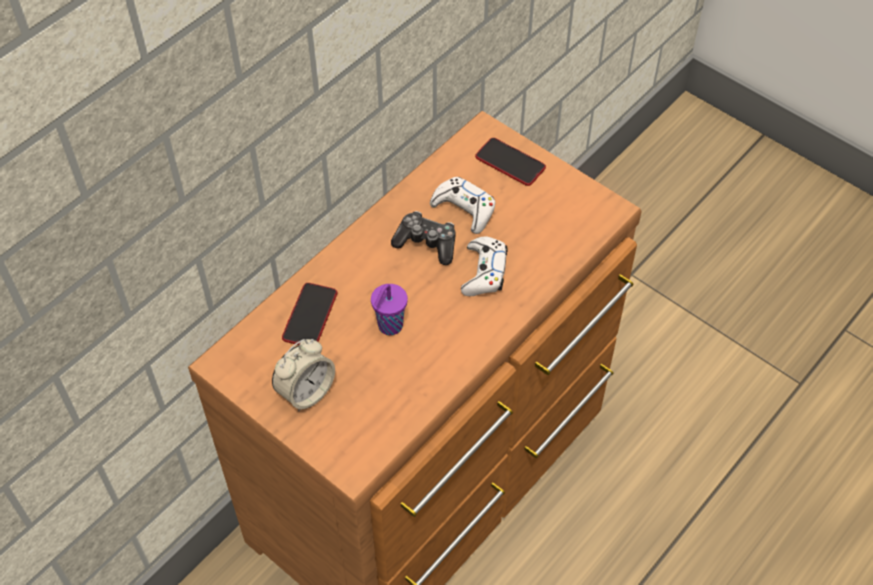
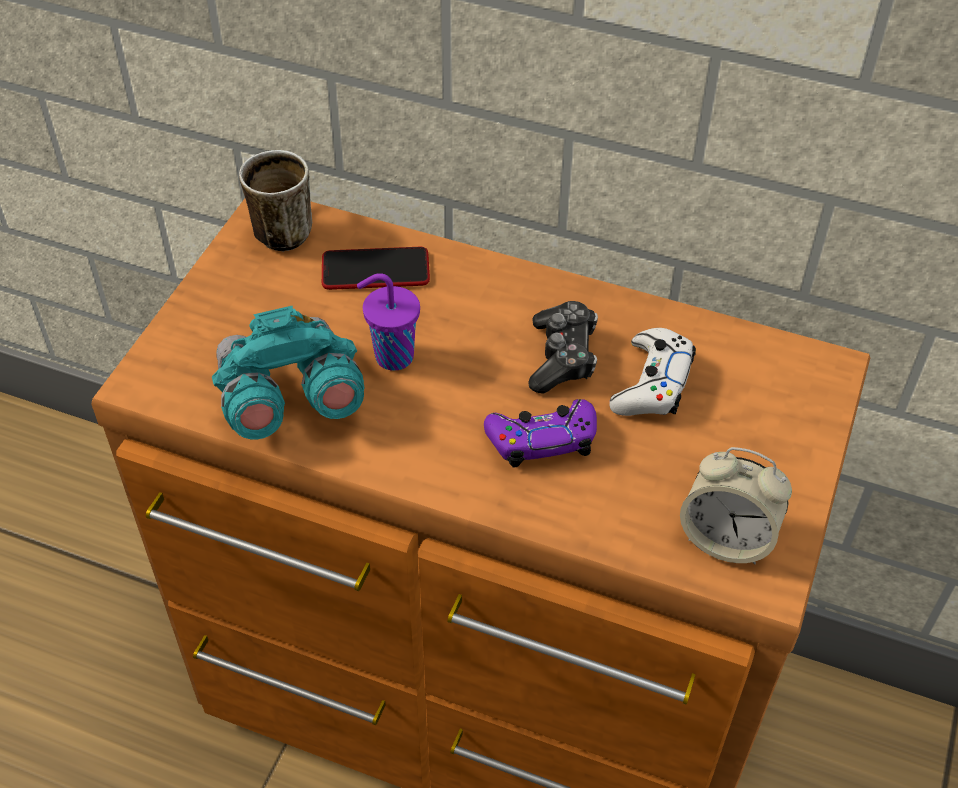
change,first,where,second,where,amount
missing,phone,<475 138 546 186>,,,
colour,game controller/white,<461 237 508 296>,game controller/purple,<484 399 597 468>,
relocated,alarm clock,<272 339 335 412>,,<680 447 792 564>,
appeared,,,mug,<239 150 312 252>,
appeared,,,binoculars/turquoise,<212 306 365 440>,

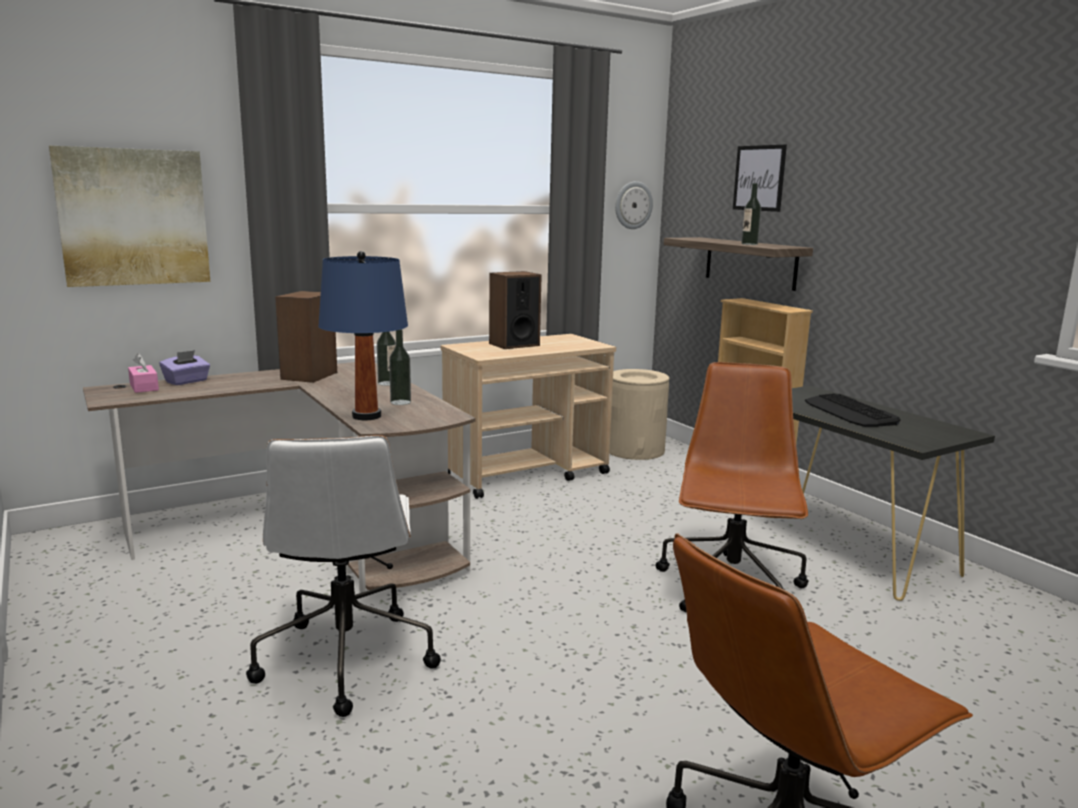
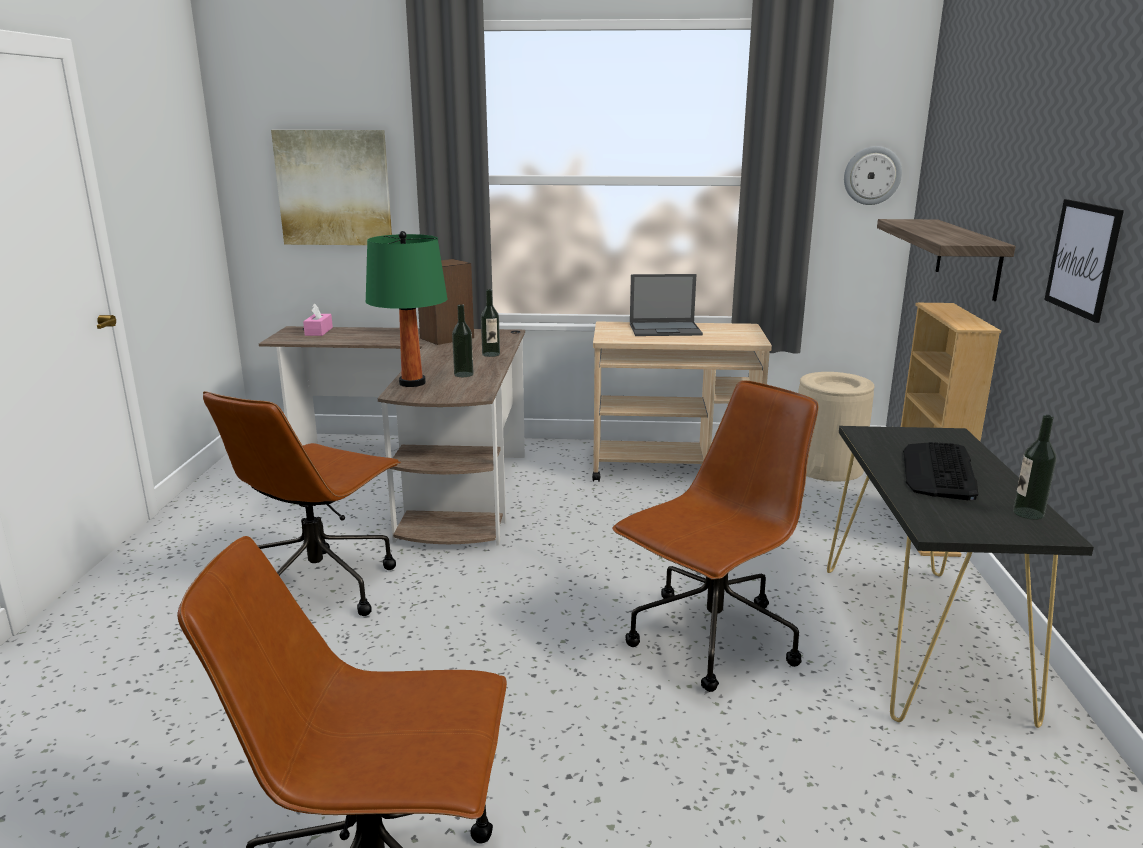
change,first,where,second,where,amount
relocated,picture,<733 145 787 212>,,<1044 199 1124 323>,
relocated,bottle,<741 183 761 245>,,<1013 415 1056 520>,
colour,table lamp/blue,<318 251 408 420>,table lamp/green,<366 231 447 387>,
exchanged,speaker,<489 271 542 349>,laptop,<630 274 703 336>,
missing,tissue box/purple,<160 350 210 385>,,,
colour,office chair/white,<246 435 441 717>,office chair/brown,<203 391 401 616>,

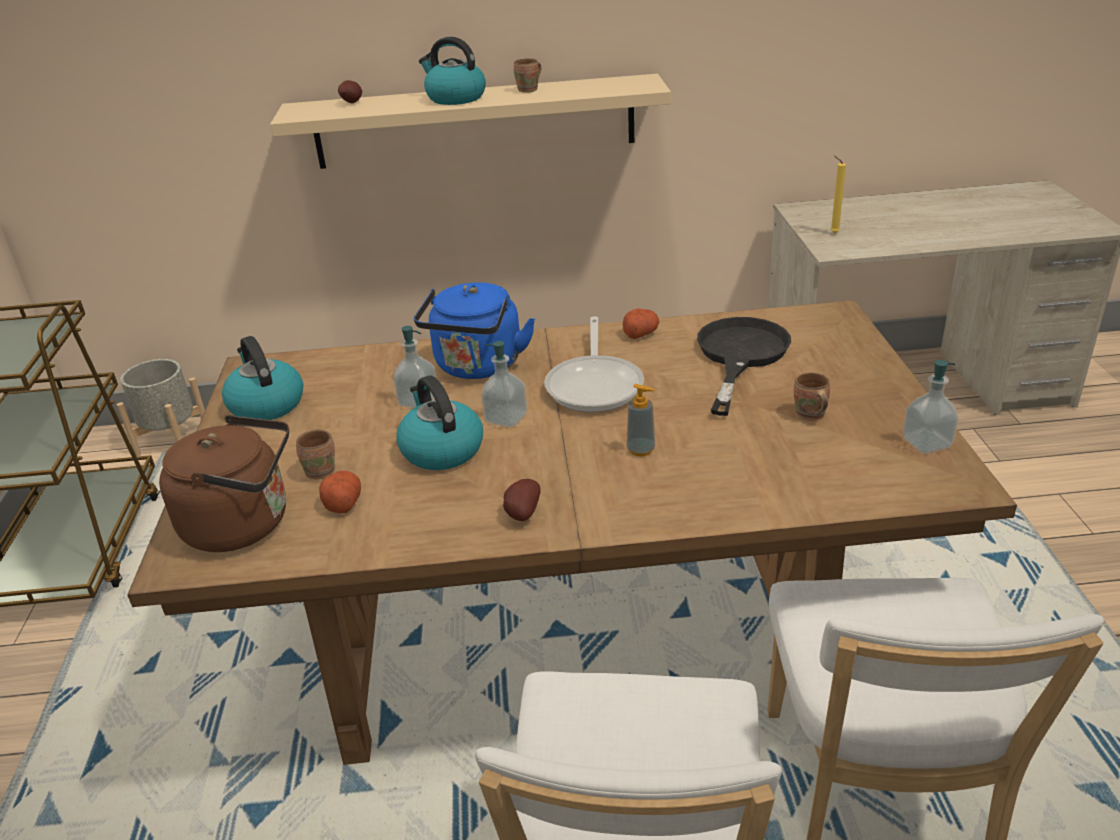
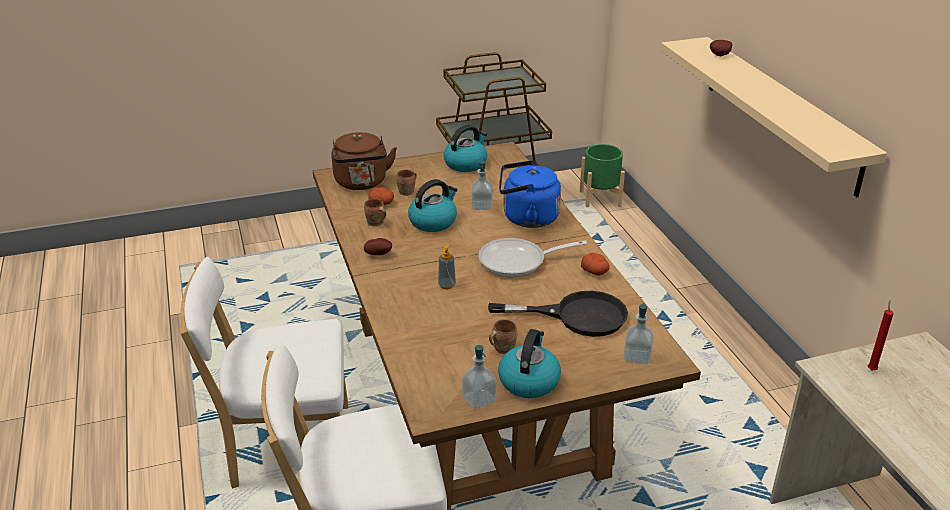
change,first,where,second,where,amount
relocated,kettle,<419 37 486 105>,,<498 329 561 398>,
relocated,mug/brown,<514 58 542 93>,,<364 199 386 226>,
colour,candle/yellow,<830 155 846 233>,candle/red,<868 300 894 370>,
relocated,soap dispenser,<481 341 527 427>,,<624 303 654 365>,
colour,planter/grey,<117 359 205 456>,planter/green,<580 144 625 207>,

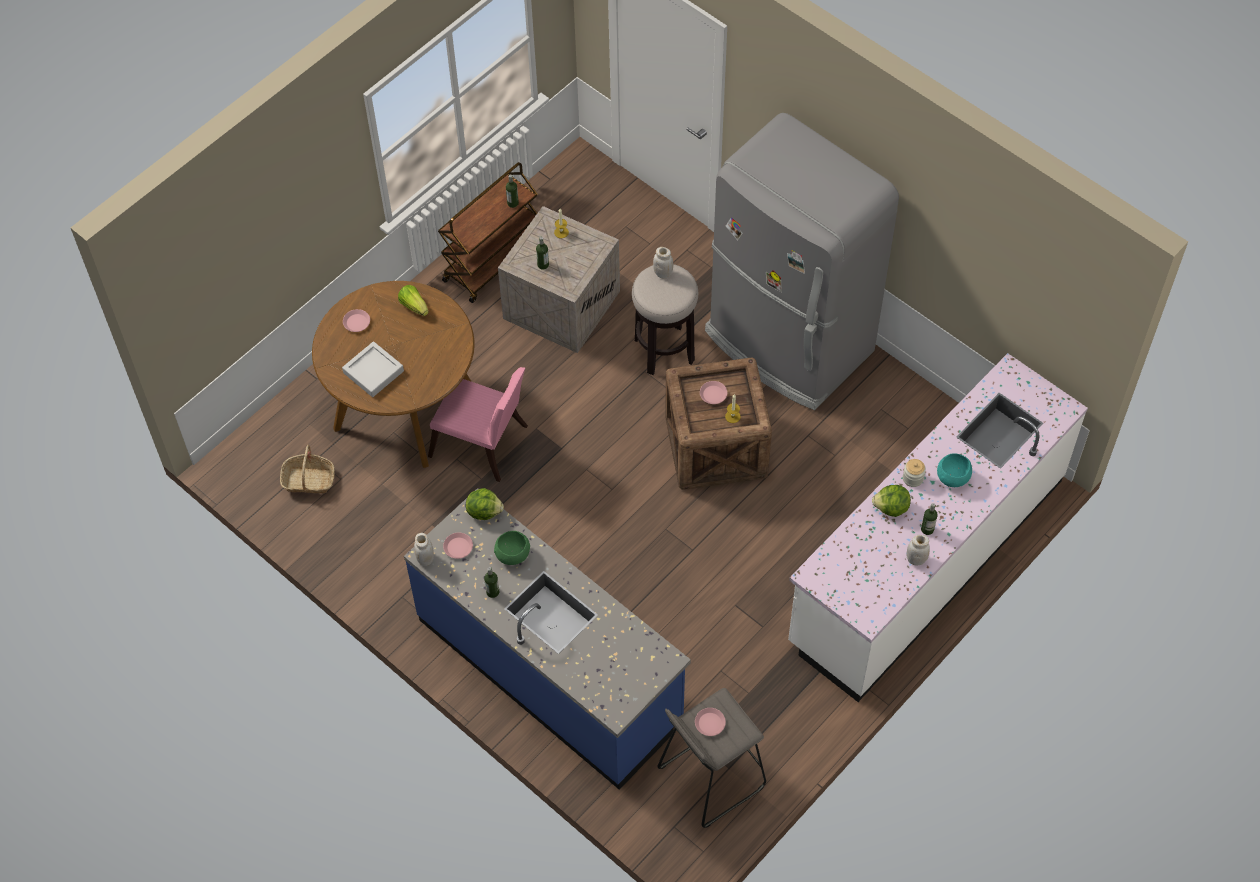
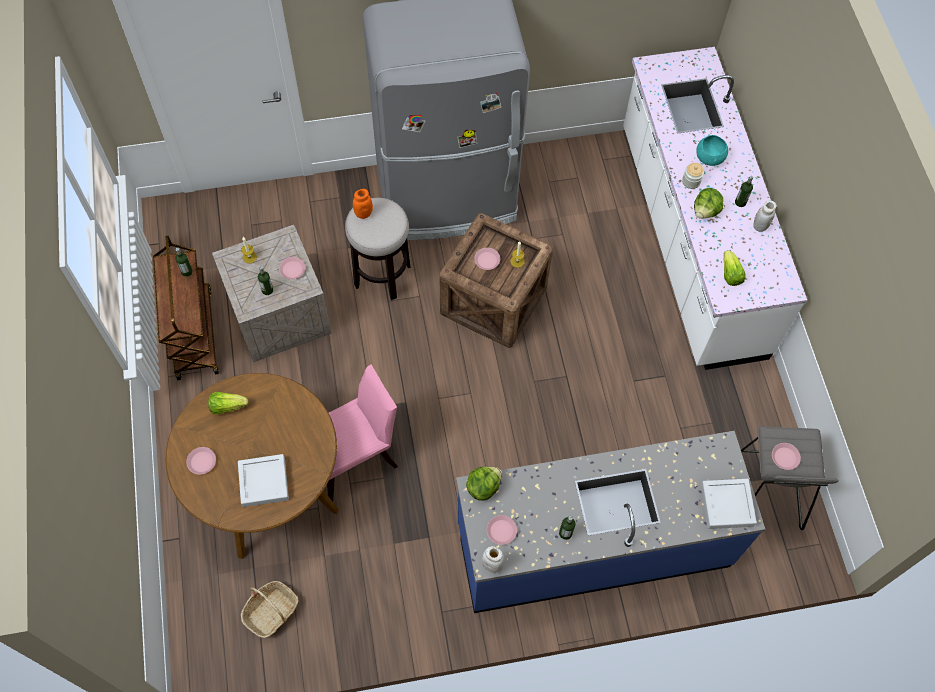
change,first,where,second,where,amount
colour,jar/white,<653 247 673 279>,jar/orange,<353 189 373 219>,
missing,bowl/green,<494 531 530 565>,,,
appeared,,,lettuce,<724 250 746 286>,
appeared,,,plate/pink,<279 257 305 279>,
appeared,,,tray/grey,<701 479 757 529>,

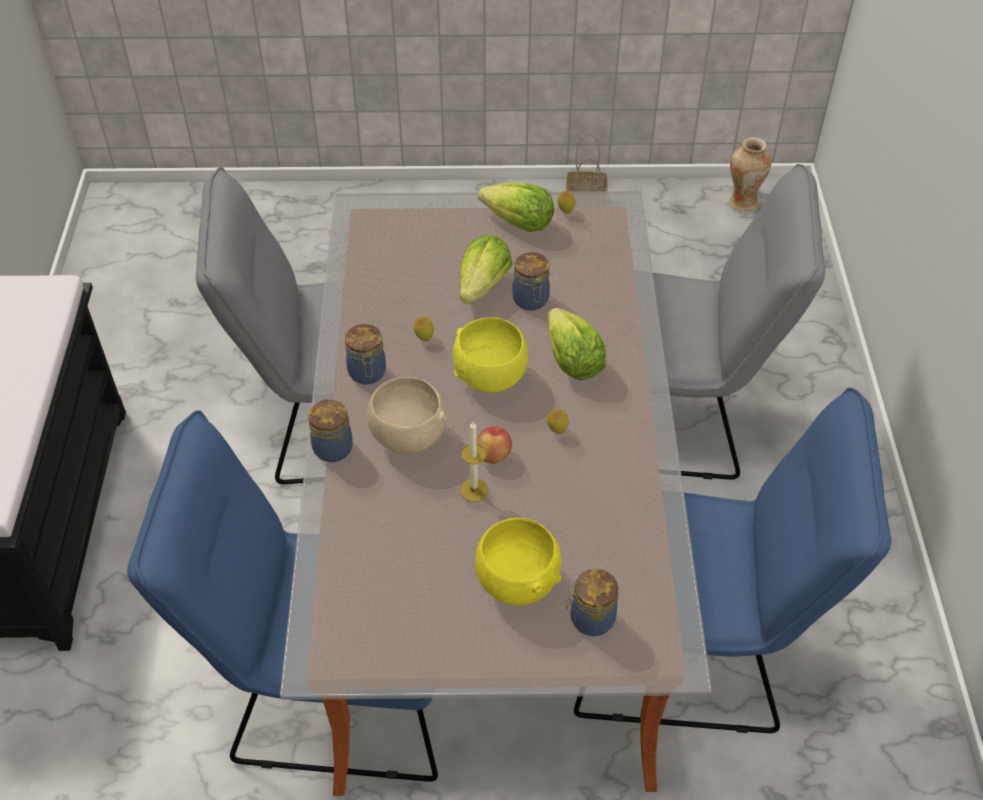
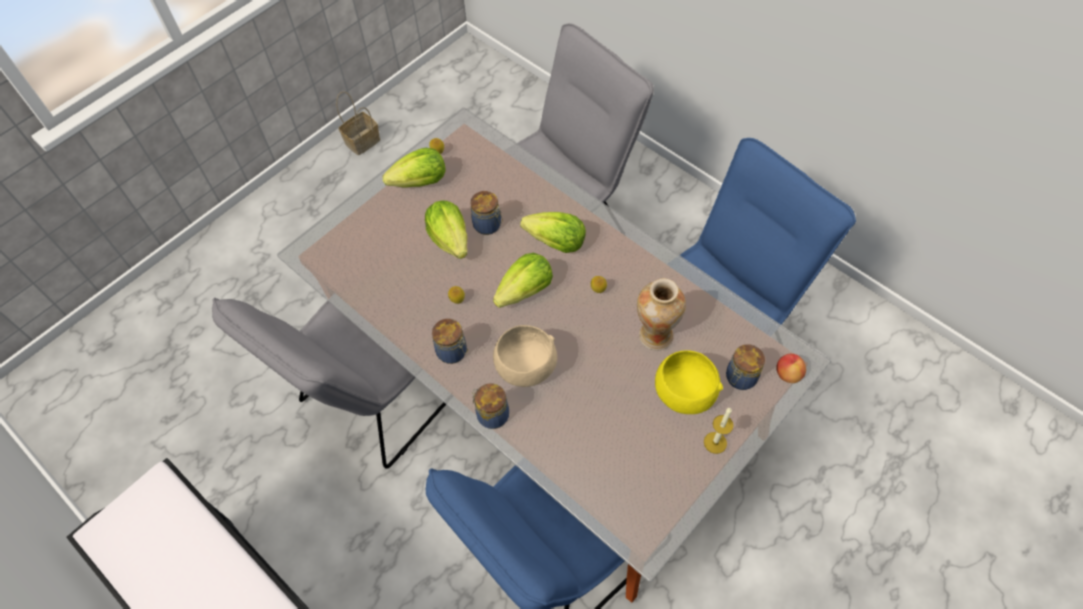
change,first,where,second,where,amount
relocated,vase,<728 137 772 214>,,<637 278 686 351>,
exchanged,bowl/yellow,<453 317 528 393>,lettuce,<493 253 553 308>,
relocated,candle,<460 422 489 502>,,<704 408 734 454>,
relocated,apple,<477 427 512 464>,,<776 354 806 383>,

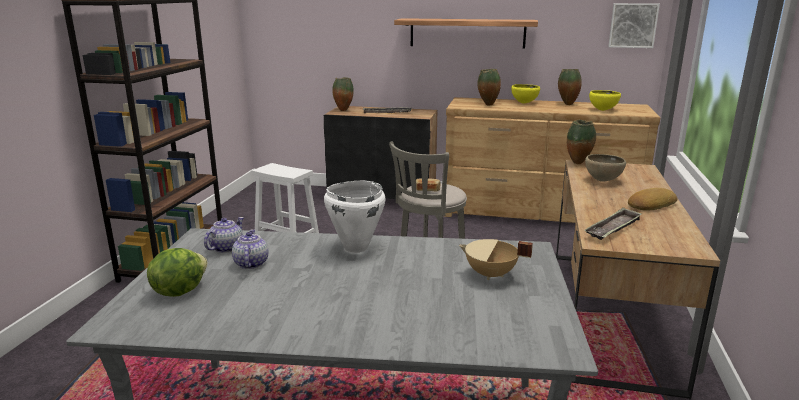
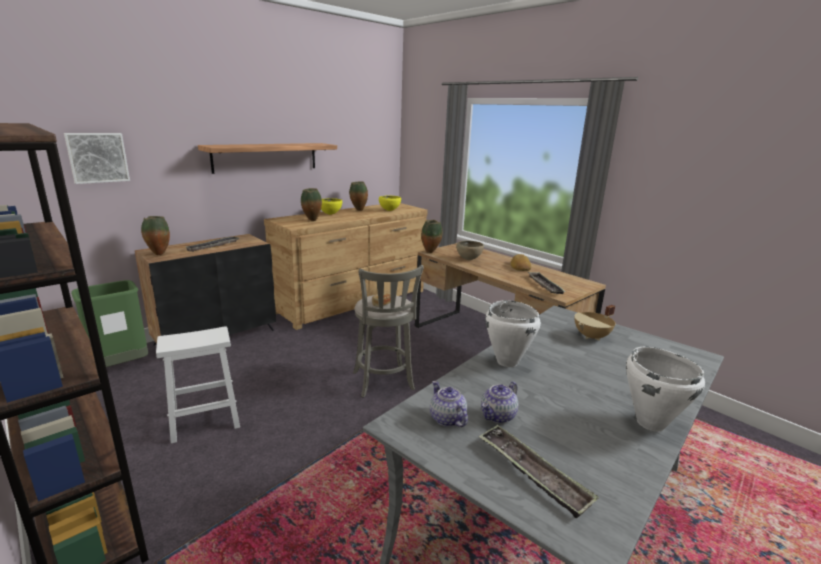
change,first,where,second,where,amount
relocated,picture,<608 3 660 48>,,<64 133 130 184>,
spun,teapot,<232 229 268 269>,,<481 382 518 423>,75 degrees counterclockwise
exchanged,lettuce,<147 248 208 297>,tray,<479 424 599 518>,
appeared,,,trash can/green,<71 280 148 367>,
appeared,,,cooking pot/white,<626 347 705 431>,

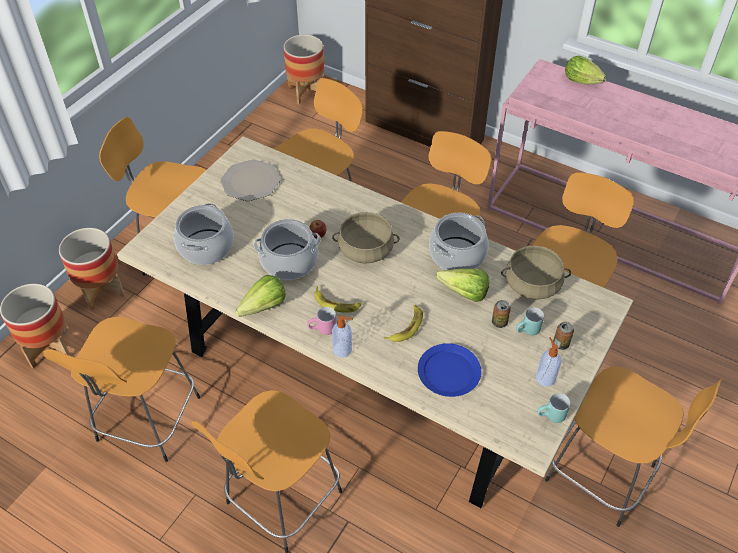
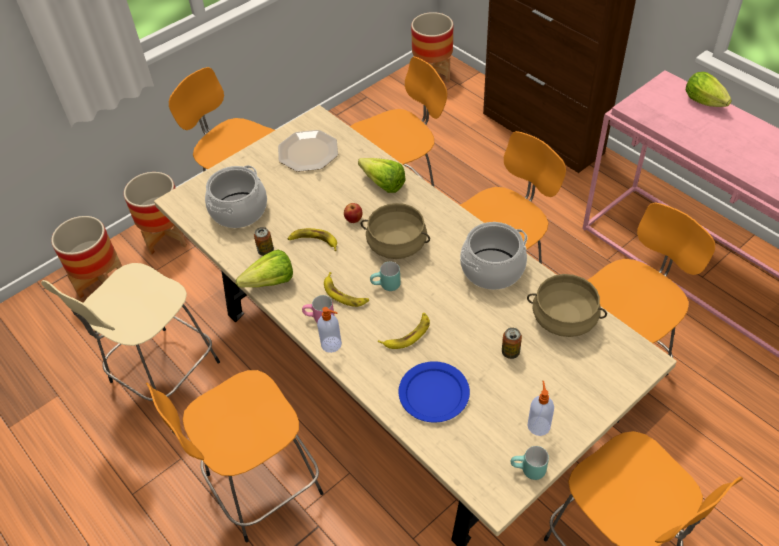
change,first,where,second,where,amount
exchanged,cooking pot,<254 219 321 280>,banana,<288 228 337 251>,
relocated,lettuce,<436 269 490 302>,,<358 158 406 193>,
relocated,mug/turquoise,<516 307 544 335>,,<370 262 401 291>,
colour,stool/orange,<43 317 200 462>,stool/beige,<41 263 220 401>,
relocated,can,<553 322 574 350>,,<254 227 274 256>,

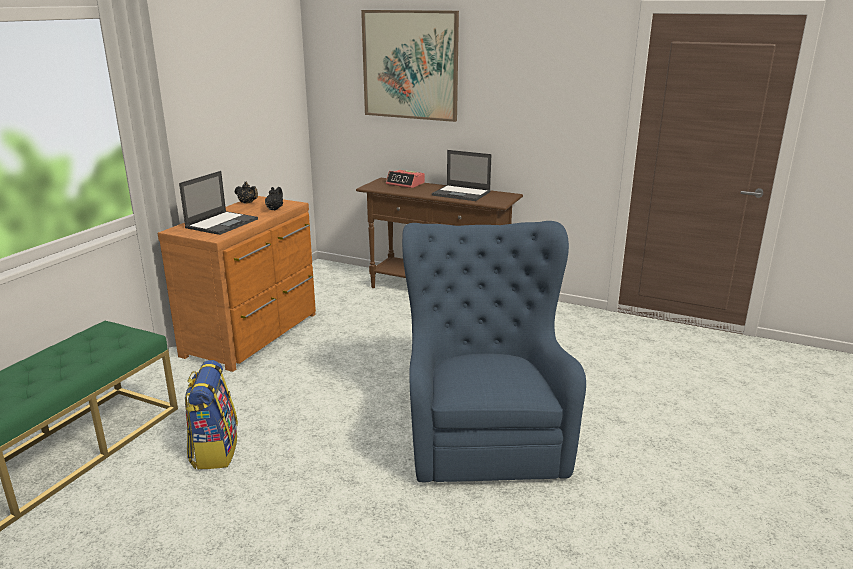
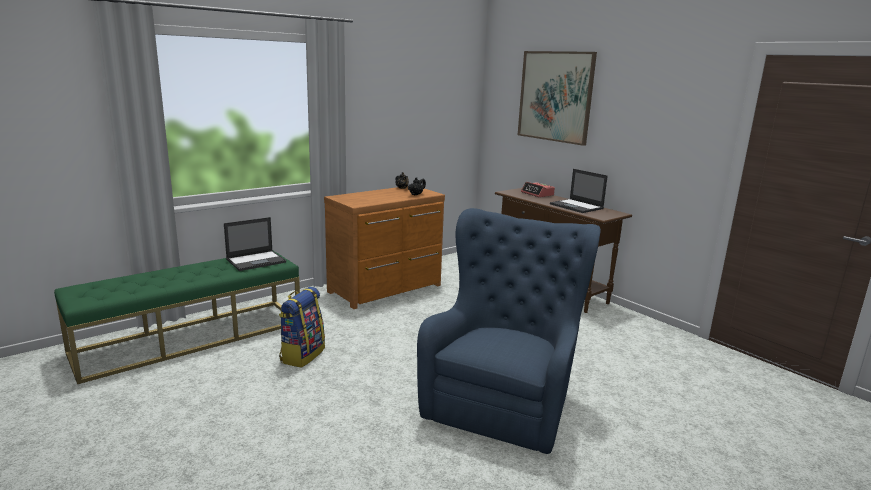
change,first,where,second,where,amount
relocated,laptop,<179 171 258 235>,,<224 217 286 271>,

